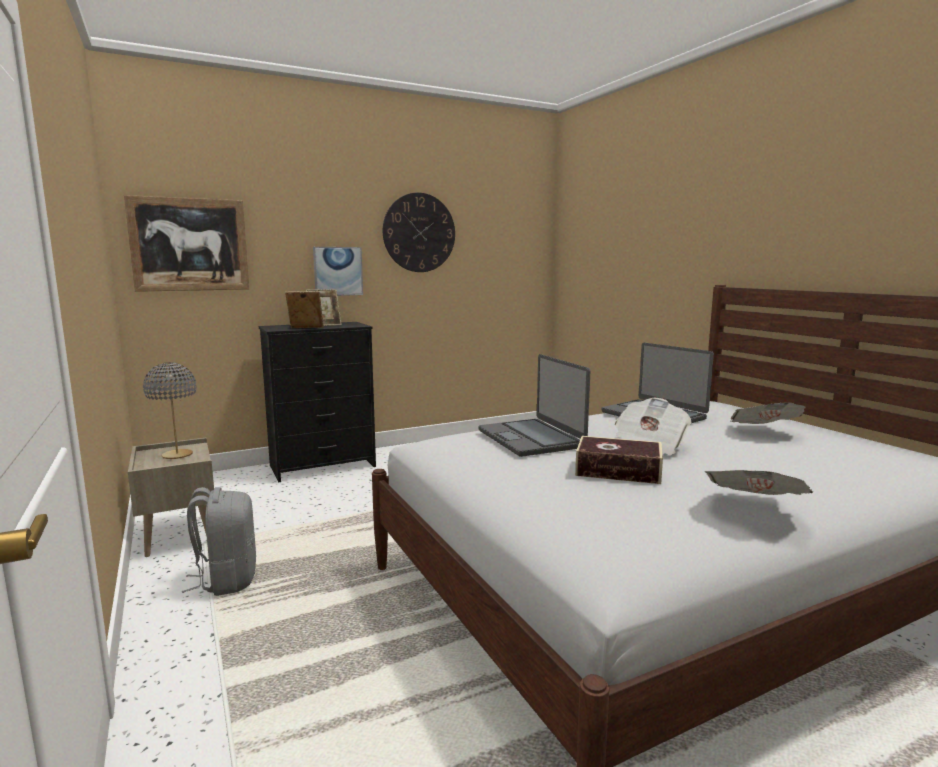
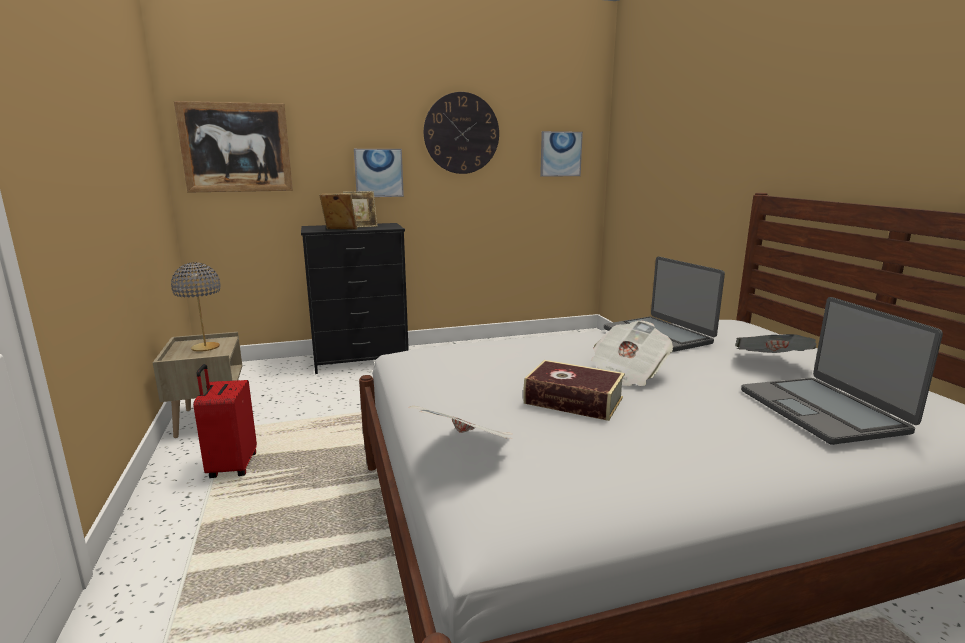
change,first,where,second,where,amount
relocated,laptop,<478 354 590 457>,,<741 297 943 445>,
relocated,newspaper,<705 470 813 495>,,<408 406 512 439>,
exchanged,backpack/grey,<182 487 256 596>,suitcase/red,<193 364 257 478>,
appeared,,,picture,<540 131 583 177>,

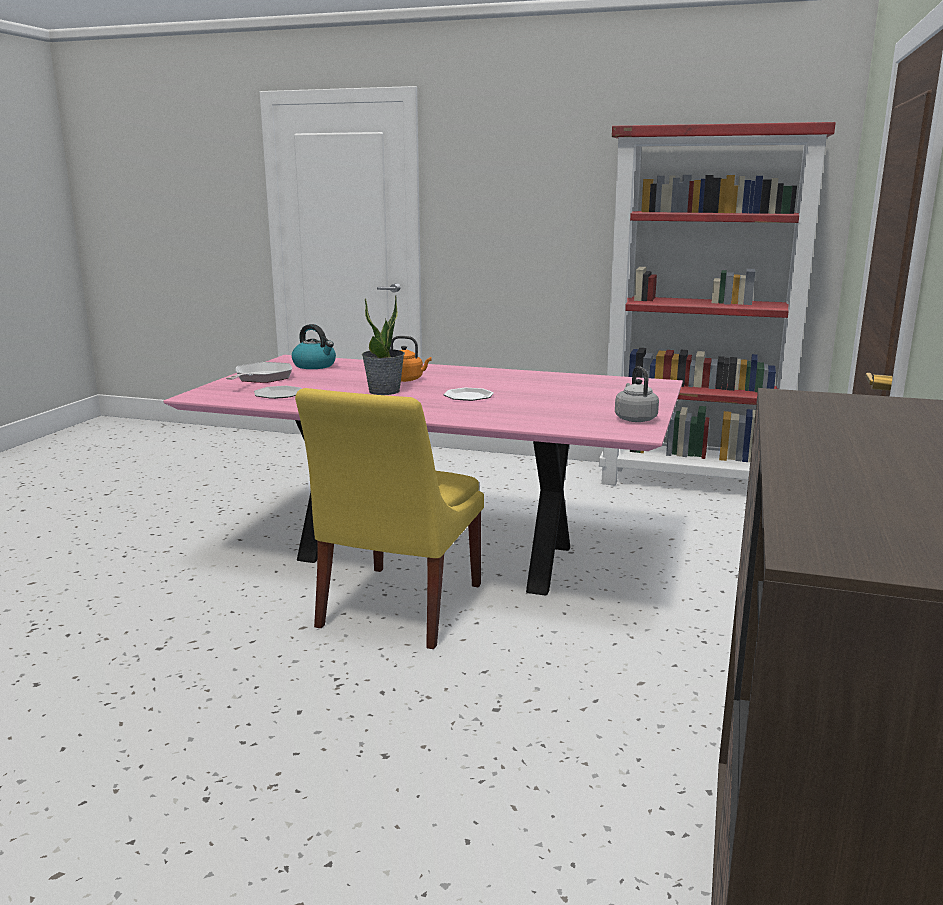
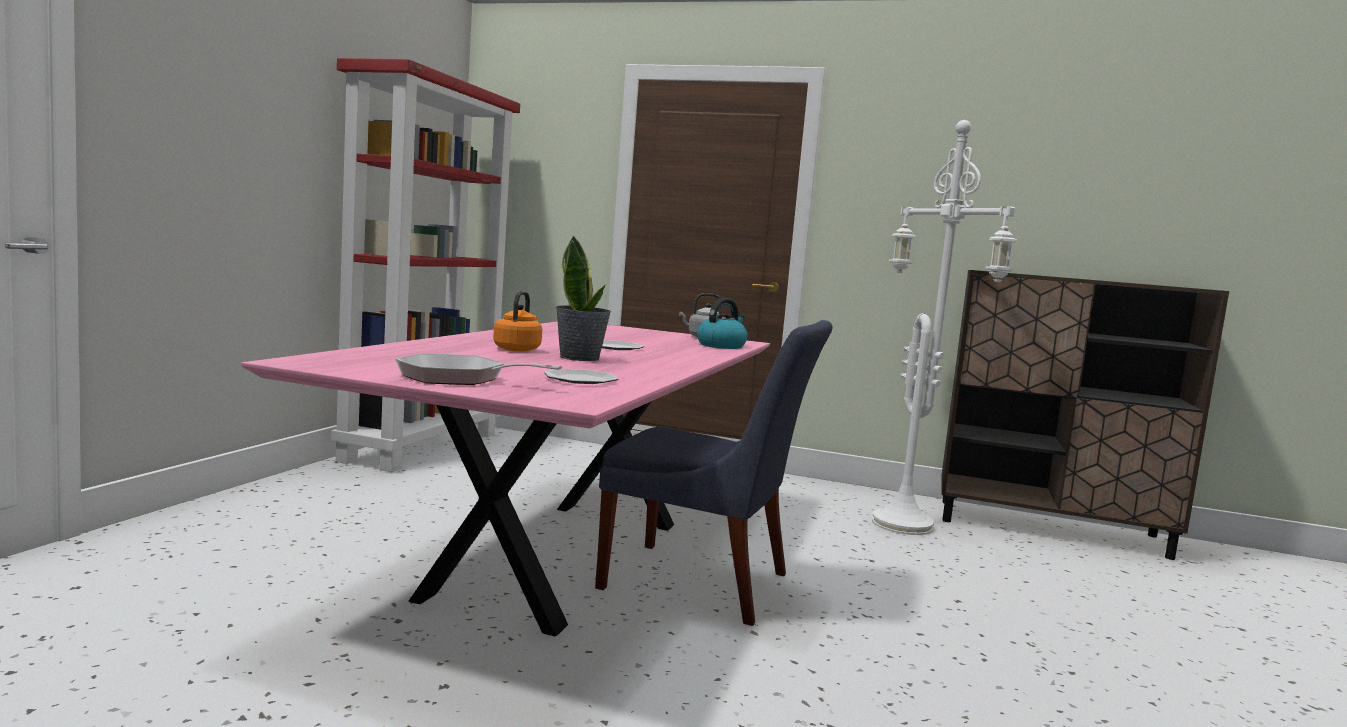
change,first,where,second,where,amount
relocated,kettle,<292 324 336 369>,,<697 298 748 349>,
colour,chair/yellow,<295 388 484 649>,chair/blue,<595 320 832 626>,
appeared,,,floor lamp/white,<872 120 1017 535>,

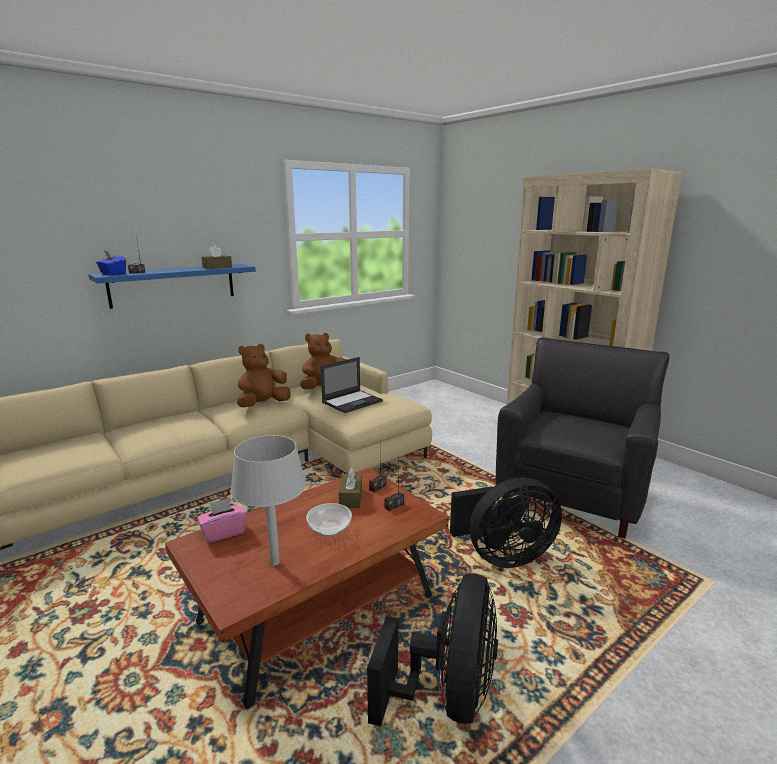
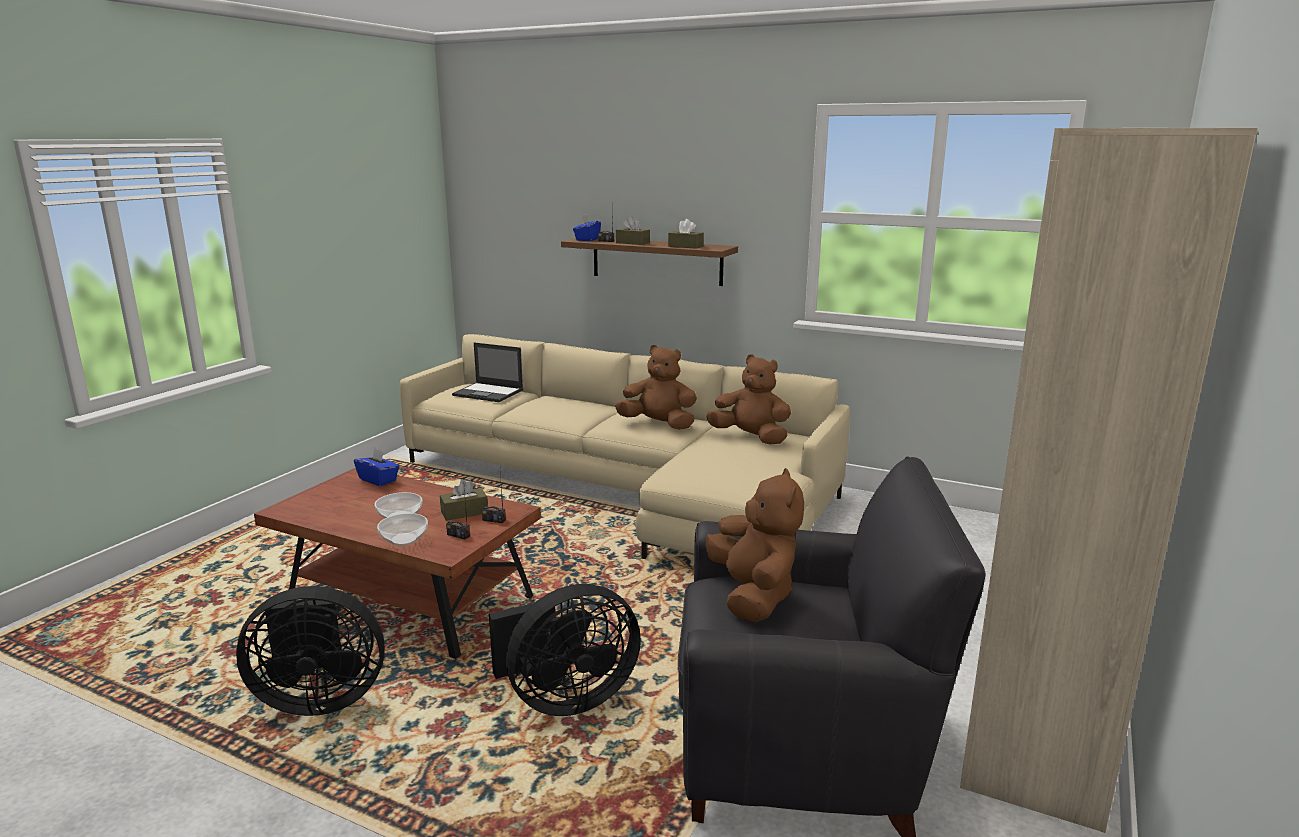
change,first,where,second,where,amount
colour,shelf/blue,<88 264 256 309>,shelf/brown,<561 238 738 286>,
relocated,laptop,<321 357 383 413>,,<452 343 523 402>,
missing,table lamp/grey,<230 435 306 565>,,,
spun,fan/black,<450 477 562 568>,,<489 584 641 716>,75 degrees counterclockwise
colour,tissue box/pink,<197 498 248 543>,tissue box/blue,<354 448 399 486>,
appeared,,,tissue box/brown,<616 216 650 245>,
appeared,,,plush toy/brown,<706 468 804 622>,
appeared,,,bowl,<377 513 428 545>,

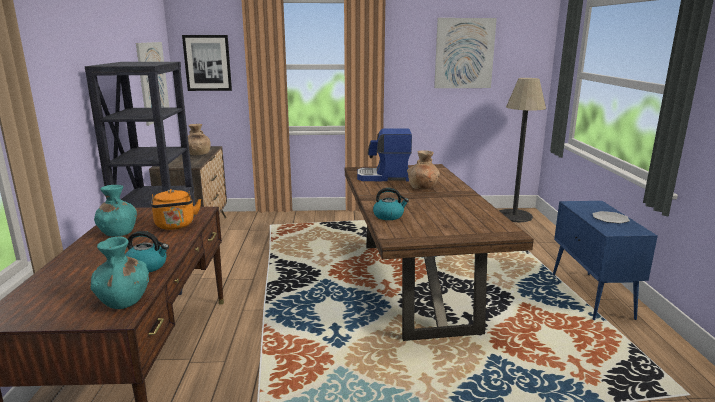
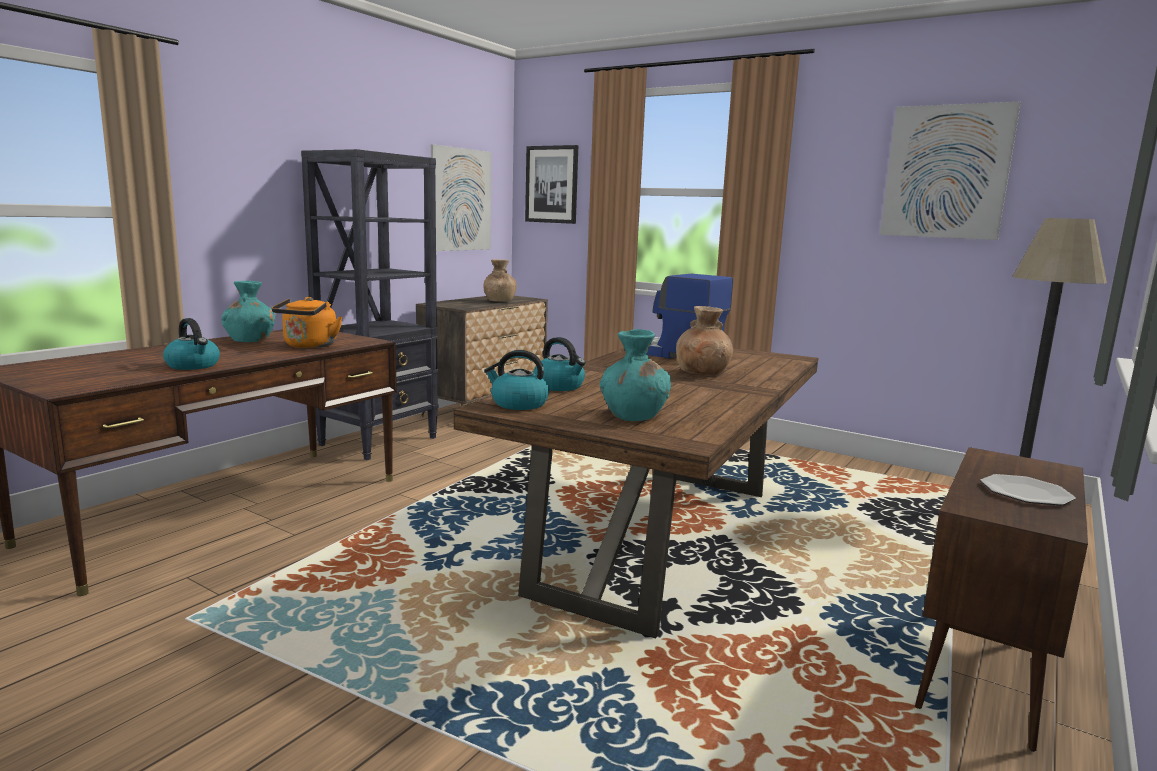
change,first,where,second,where,amount
colour,cabinet/blue,<553 201 658 320>,cabinet/brown,<915 447 1088 752>,
relocated,vase/turquoise,<90 236 149 309>,,<600 329 671 421>,
appeared,,,kettle,<484 350 549 410>,

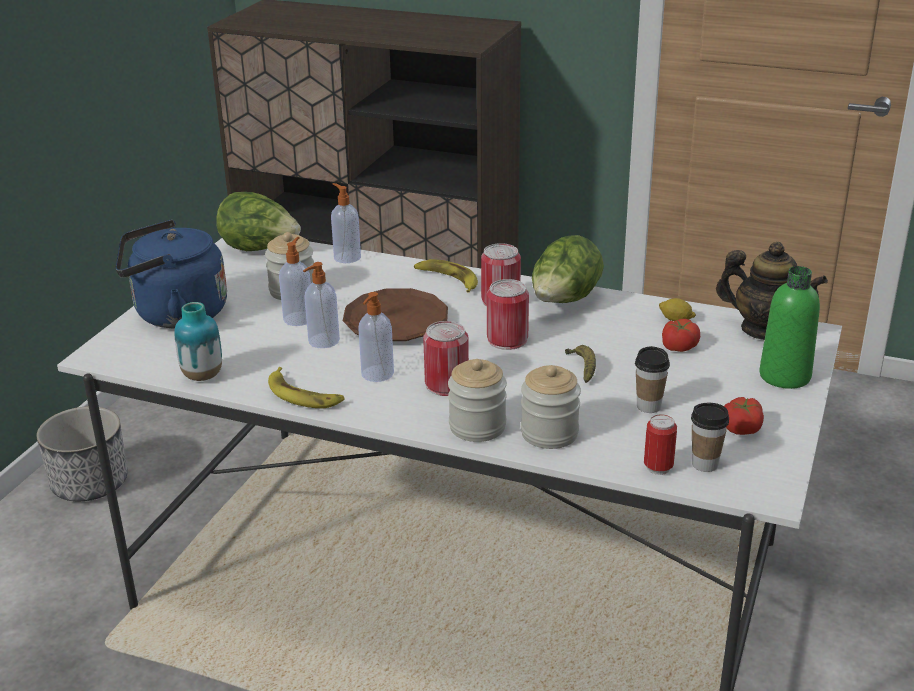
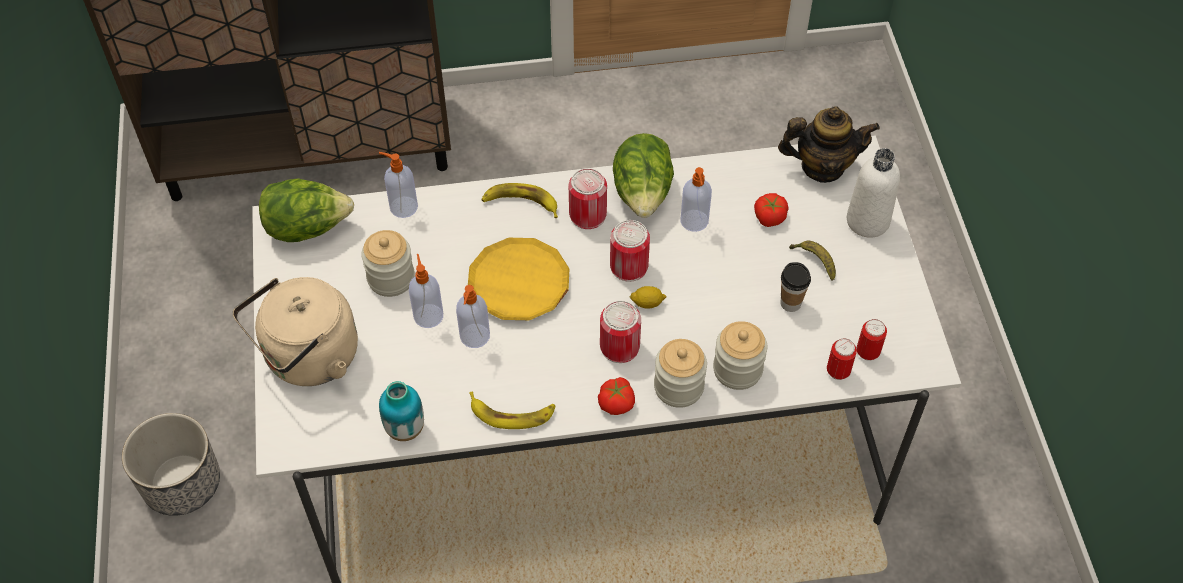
change,first,where,second,where,amount
colour,kettle/blue,<116 220 227 328>,kettle/beige,<233 277 358 386>,
colour,bottle/green,<759 266 820 389>,bottle/white,<847 148 900 238>,
colour,plate/brown,<343 288 448 341>,plate/yellow,<468 238 570 320>,
relocated,soap dispenser,<358 292 394 382>,,<680 167 712 232>,
relocated,lemon,<659 298 696 321>,,<630 286 667 309>,
relocated,banana,<565 345 596 383>,,<789 241 836 280>,
relocated,tomato,<724 397 764 435>,,<598 377 635 415>,
exchanged,cup,<691 403 729 472>,can,<857 319 887 361>,

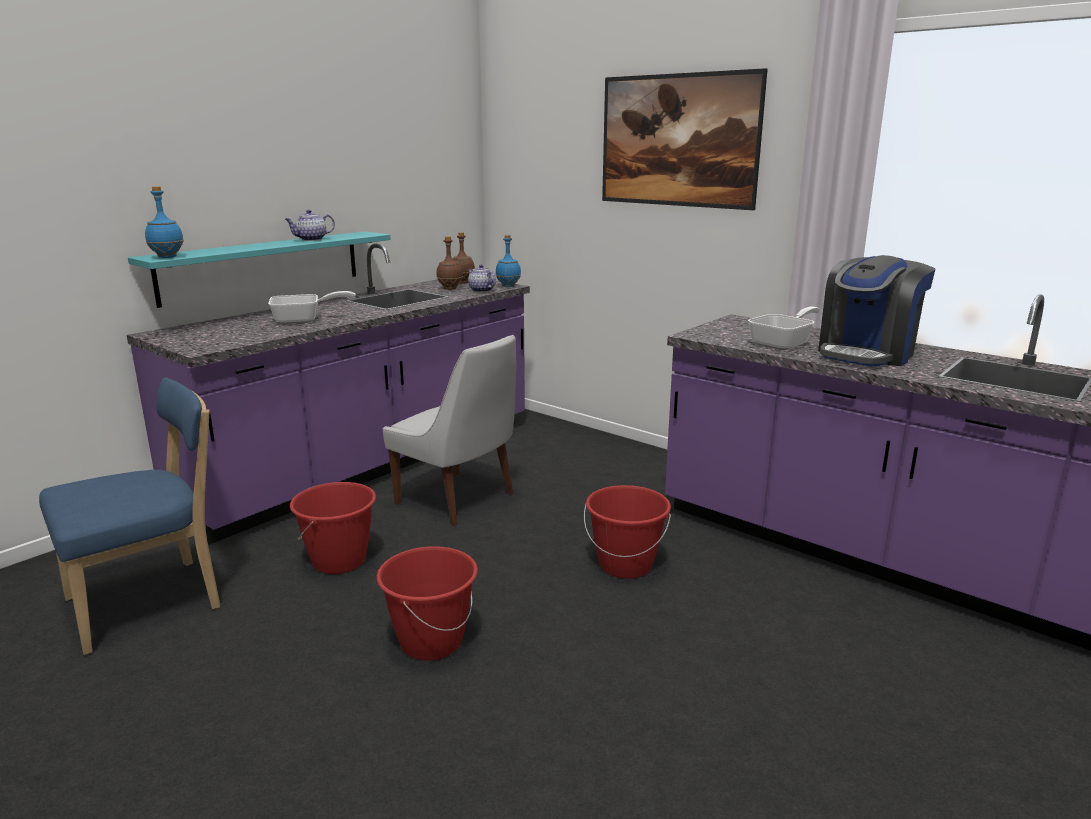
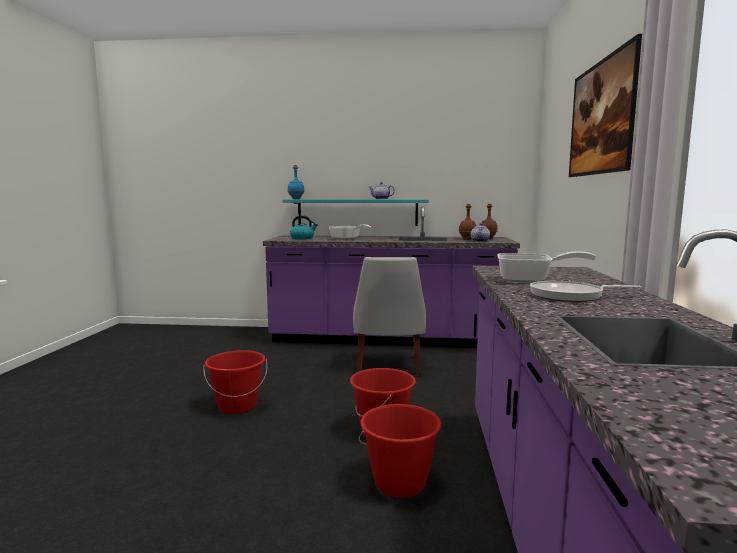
change,first,where,second,where,amount
missing,bottle/blue,<496 235 521 287>,,,
exchanged,coffee machine,<818 255 936 366>,frying pan,<530 281 642 302>,
missing,chair/blue,<39 378 220 655>,,,
relocated,bucket/red,<290 482 376 574>,,<359 404 442 498>,
appeared,,,kettle,<290 215 318 239>,

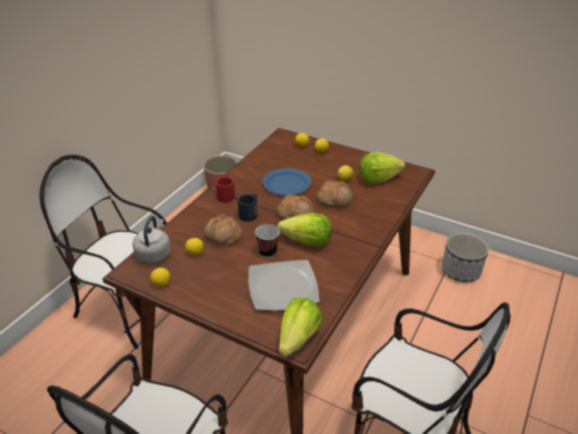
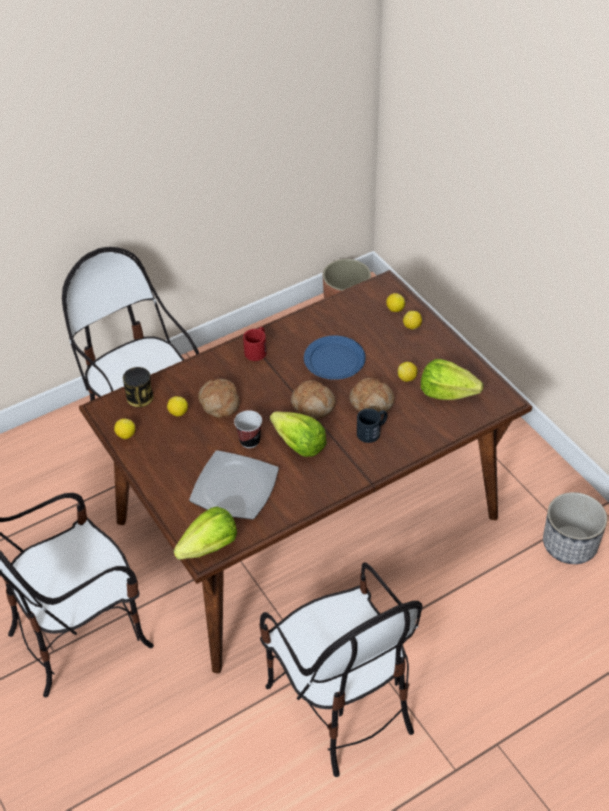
change,first,where,second,where,amount
relocated,mug/black,<238 194 257 222>,,<357 408 387 443>,
exchanged,kettle/grey,<132 216 171 263>,can,<123 367 154 407>,

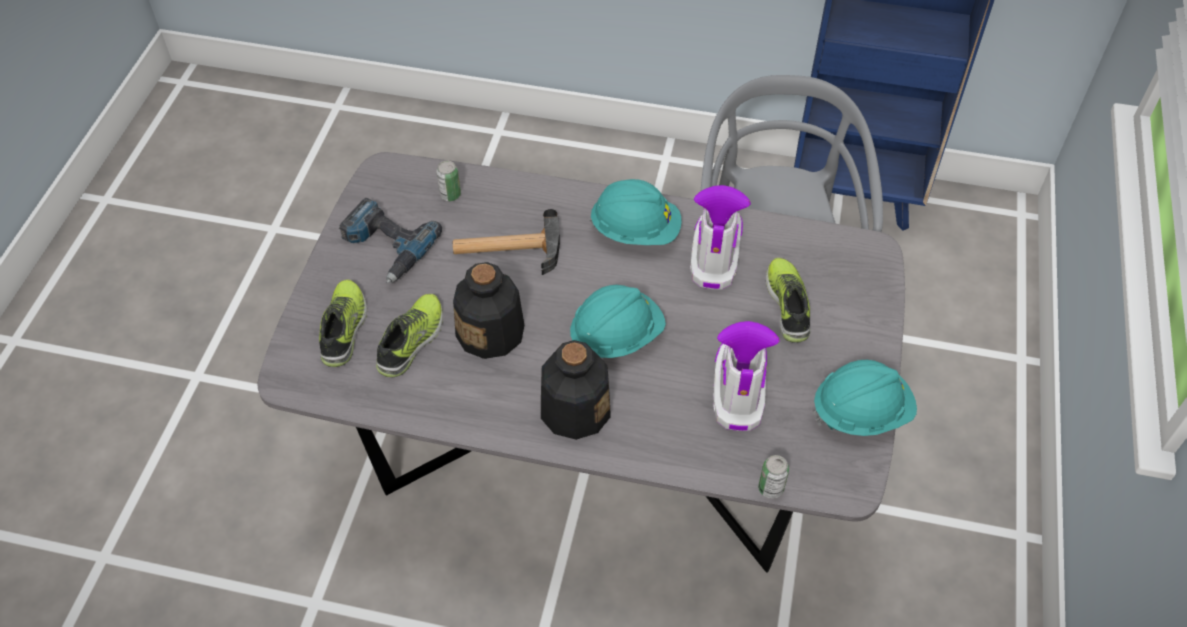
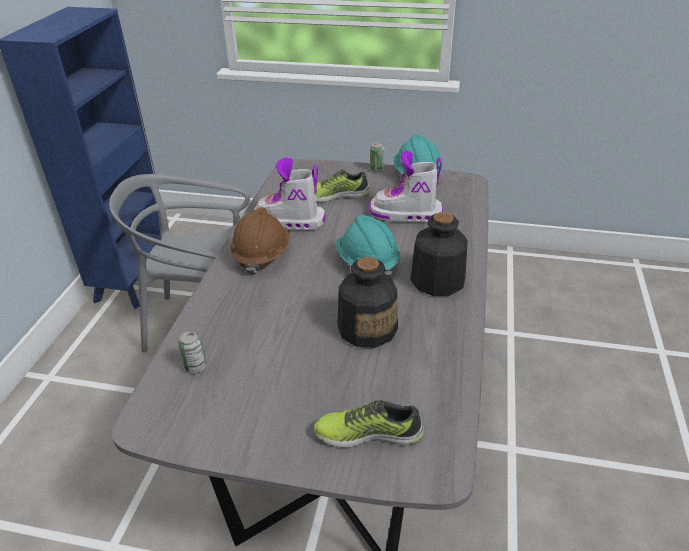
change,first,where,second,where,amount
colour,hard hat/turquoise,<589 179 682 245>,hard hat/brown,<230 208 290 276>,
missing,power drill,<339 198 442 283>,,,
missing,hammer,<453 209 560 275>,,,
missing,shoe,<376 294 443 377>,,,
relocated,can,<758 455 789 499>,,<370 142 385 172>,

